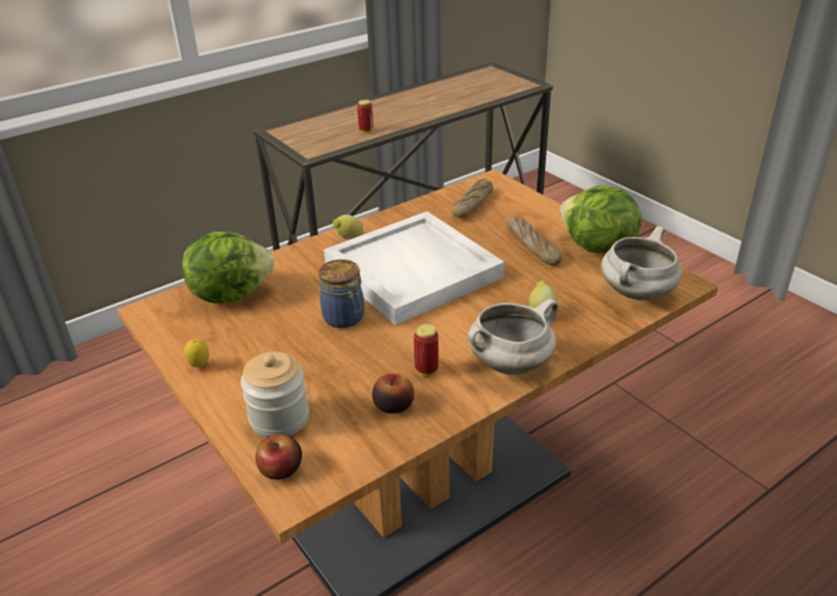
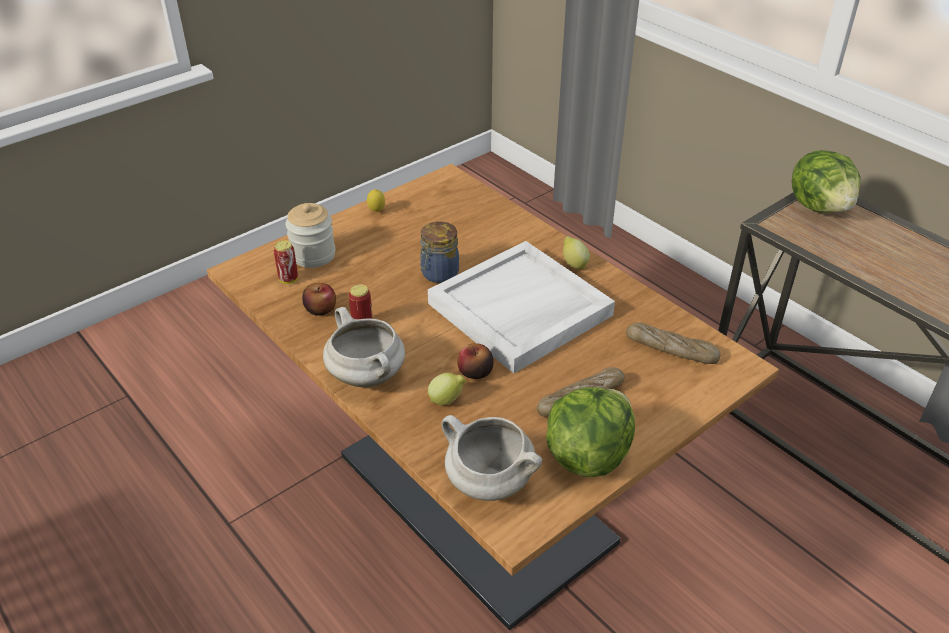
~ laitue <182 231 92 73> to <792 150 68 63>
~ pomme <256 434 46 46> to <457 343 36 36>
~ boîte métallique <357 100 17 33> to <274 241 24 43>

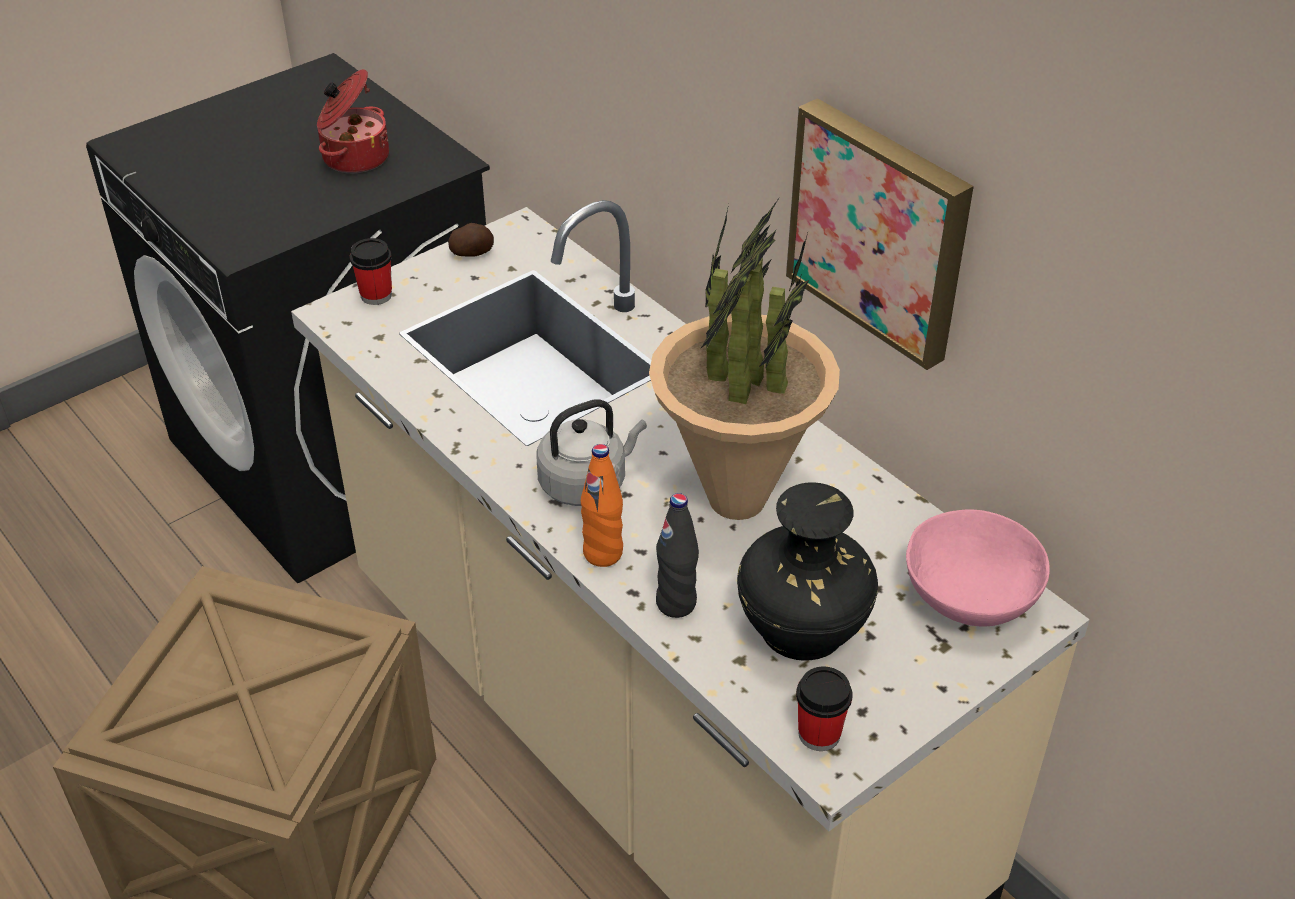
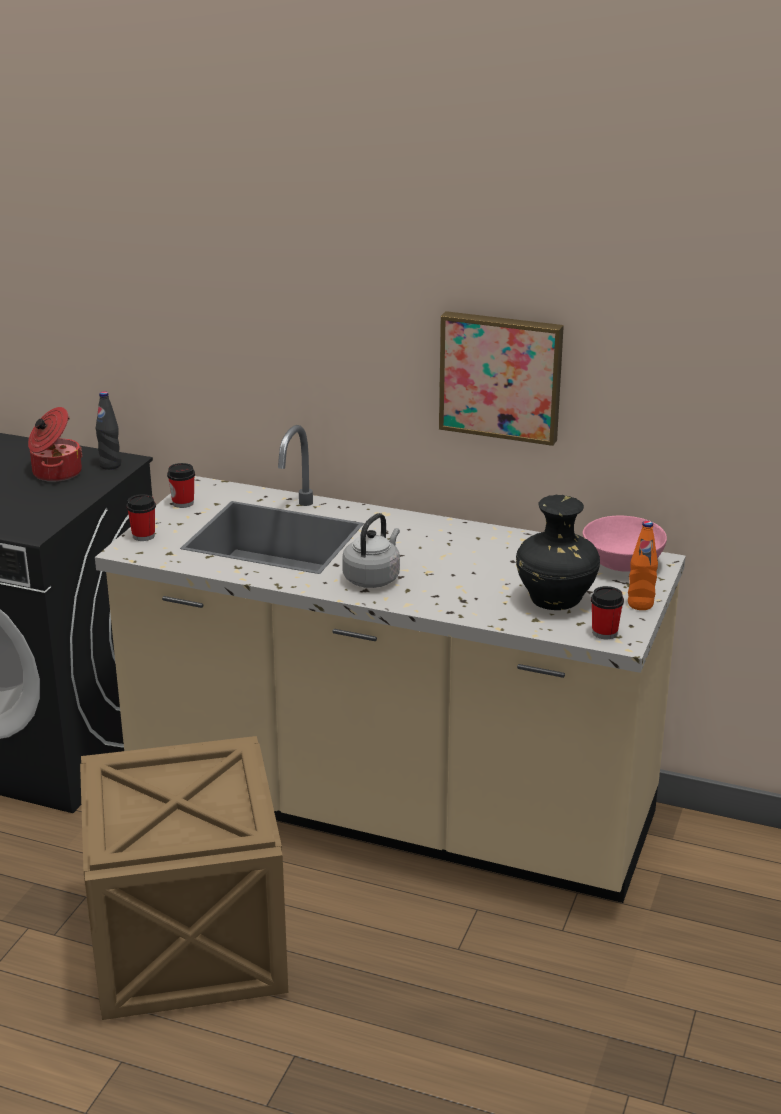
~ pomme de terre <448 223 46 33> to tasse <167 463 28 45>
~ bouteille [orange] <581 444 42 123> to <628 521 30 89>
- plante en pot <649 197 191 323>
~ bouteille [noir] <656 493 43 125> to <96 391 25 79>

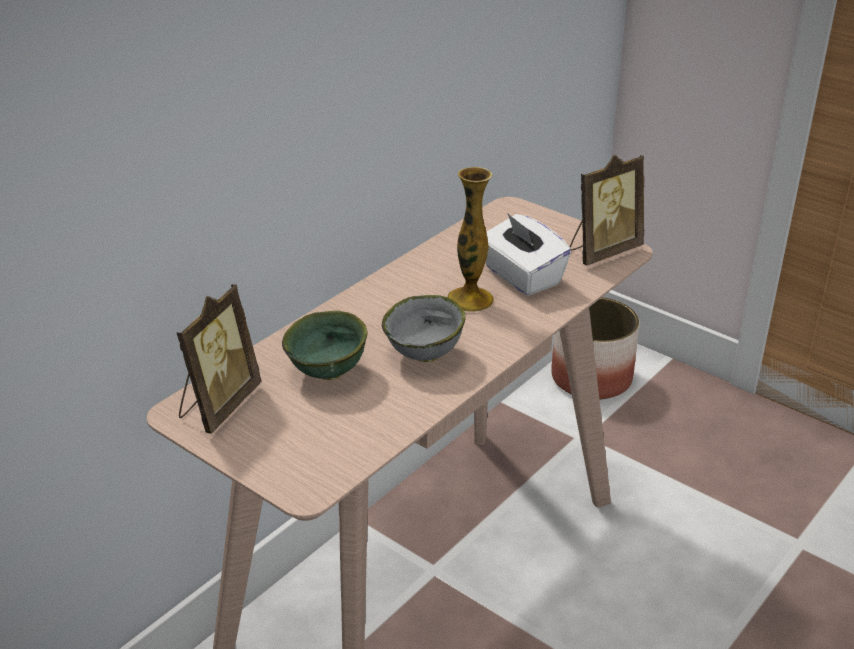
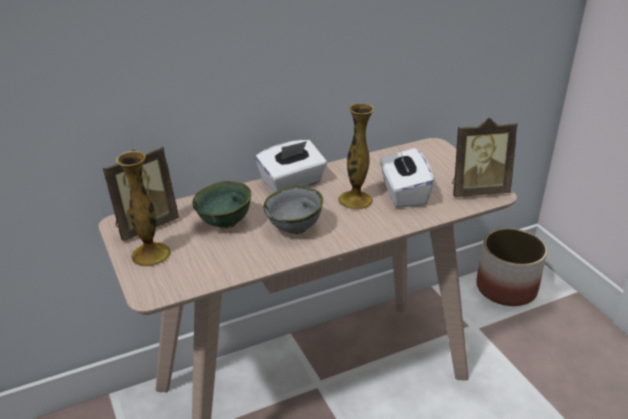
+ vase <116 151 55 116>
+ boîte à mouchoirs [blanc] <255 140 72 53>

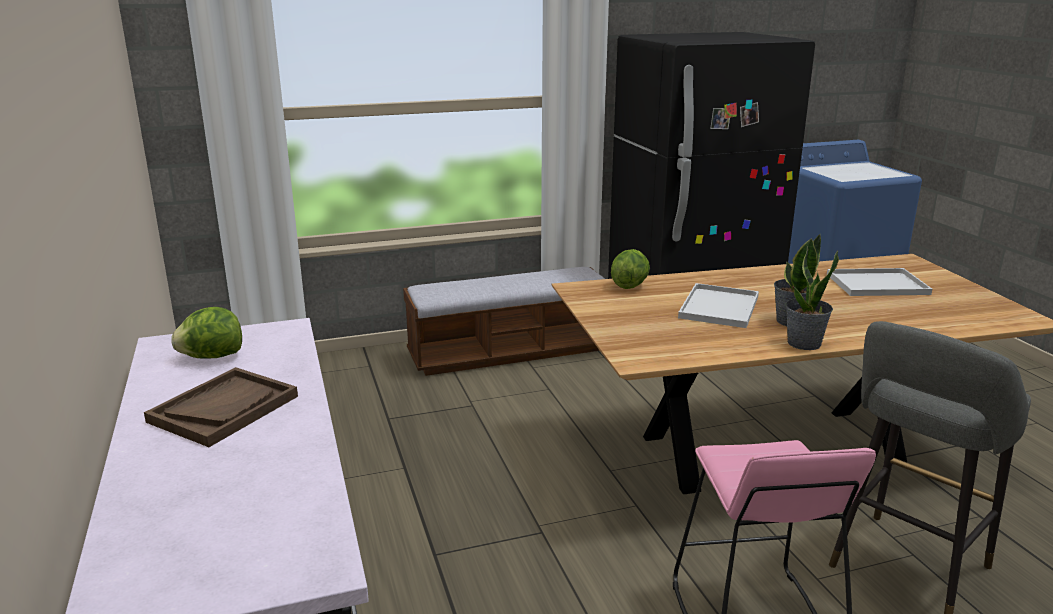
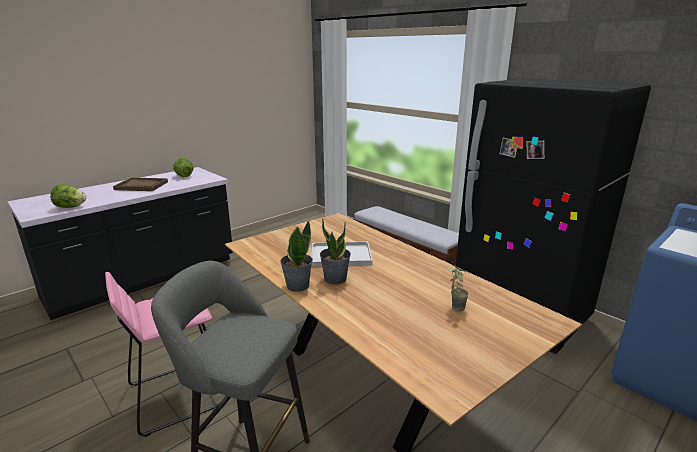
~ laitue <611 249 39 40> to <50 184 36 24>
~ plateau [blanc] <827 268 105 28> to plante en pot <449 265 21 46>

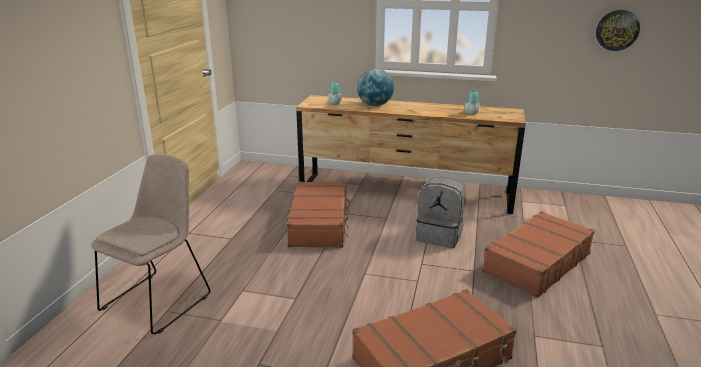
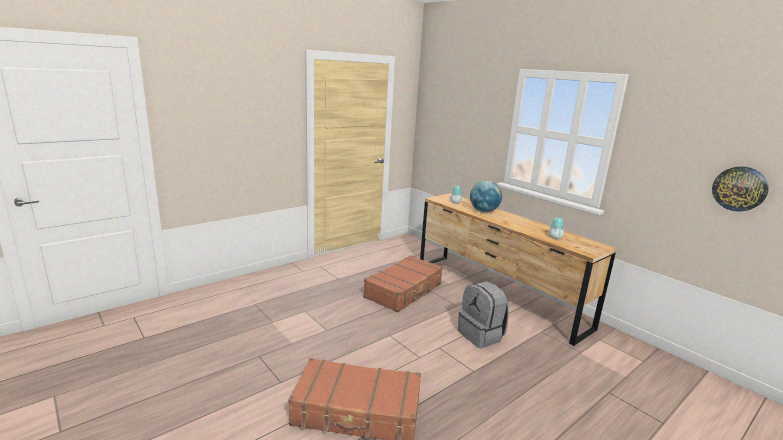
- chaise [beige] <91 154 119 180>
- valise [marron] <482 211 113 87>

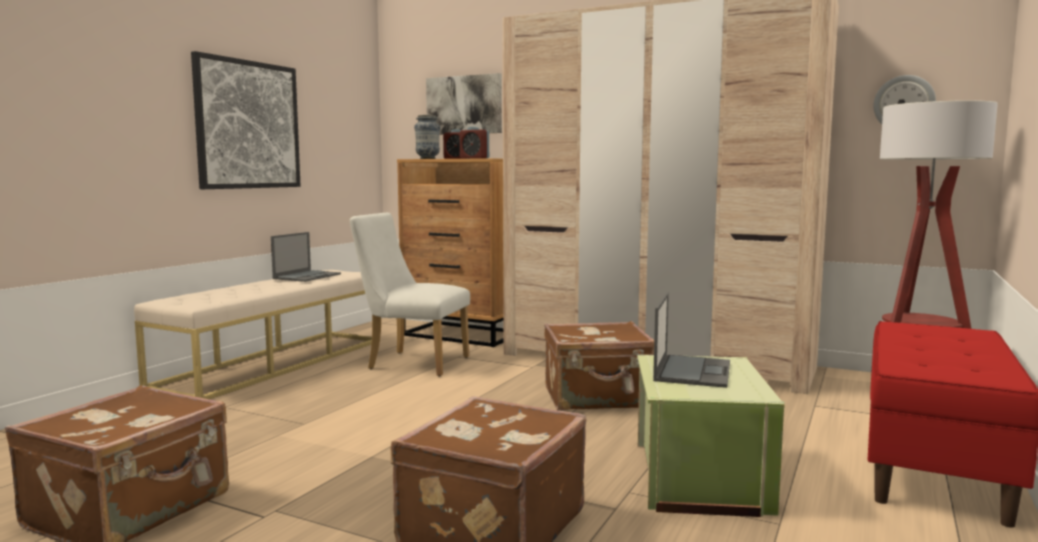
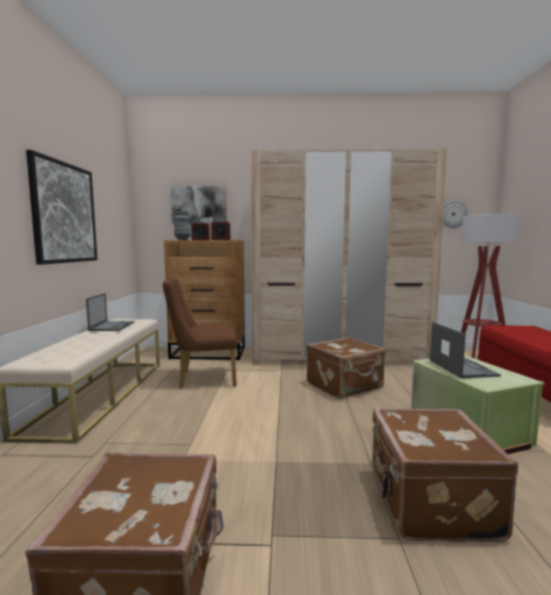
~ chaise [blanc] <350 213 120 164> to chaise [marron] <163 277 74 111>

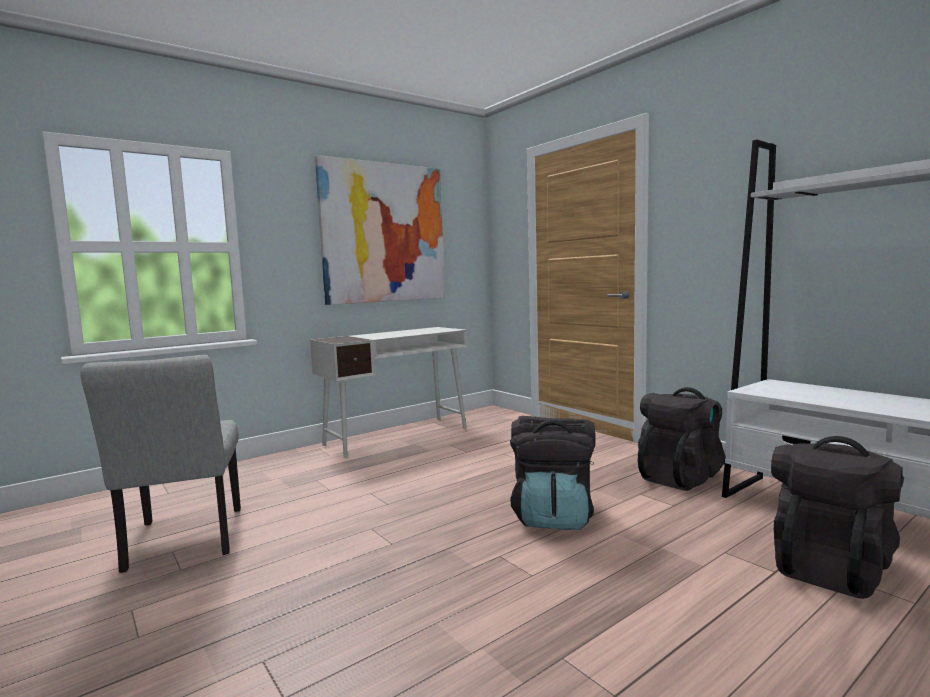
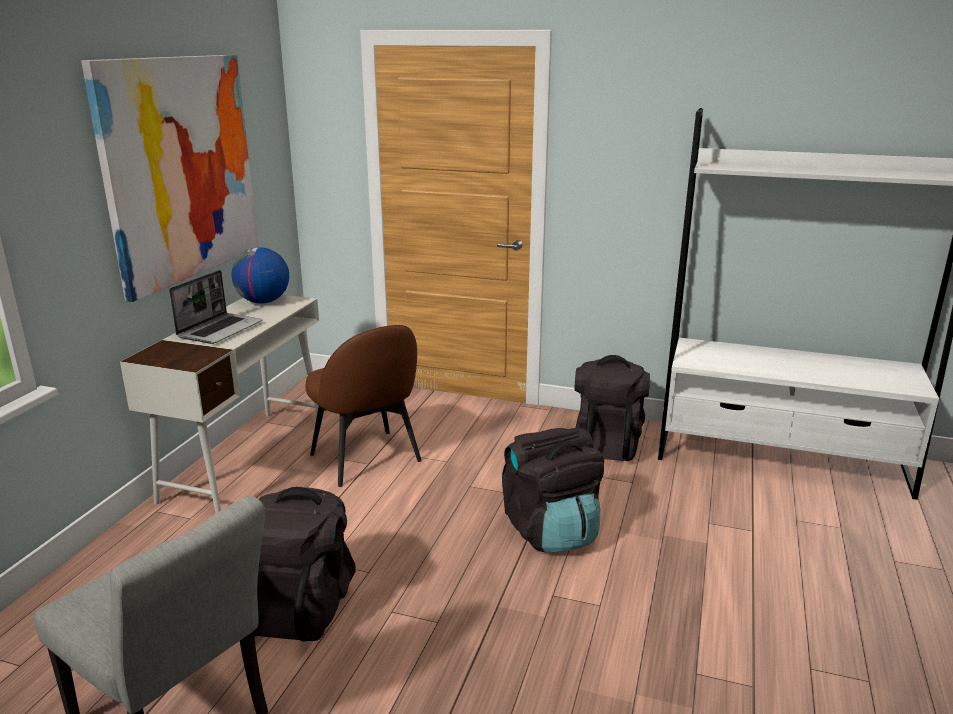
~ sac à dos [noir] <771 436 133 163> to <254 487 102 155>
+ ordinateur portable <169 270 94 74>
+ globe <231 247 58 57>
+ chaise [marron] <305 325 117 162>

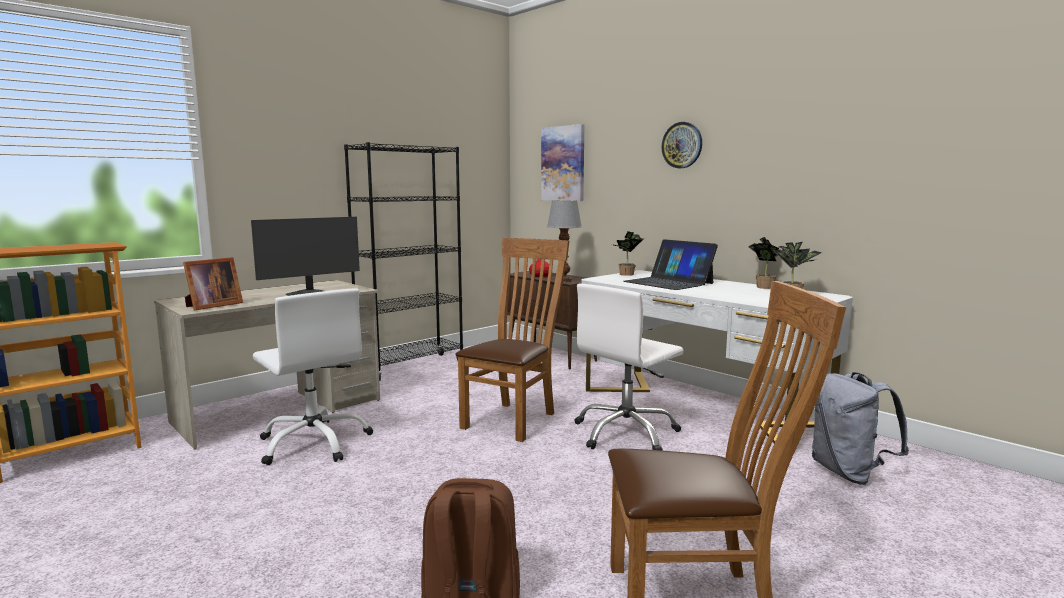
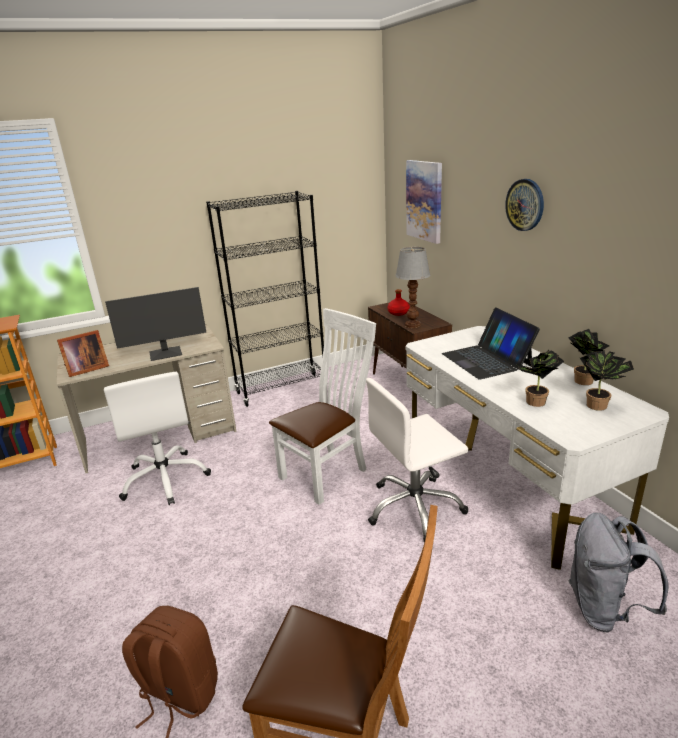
~ chaise [marron] <455 238 114 204> to chaise [blanc] <269 308 107 197>
~ plante en pot <612 231 31 45> to <517 350 47 57>

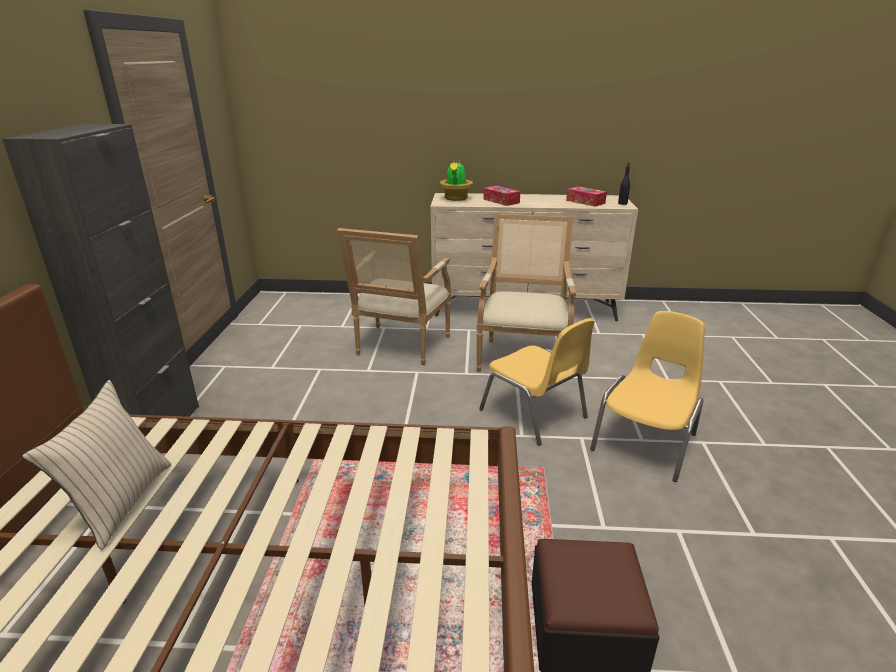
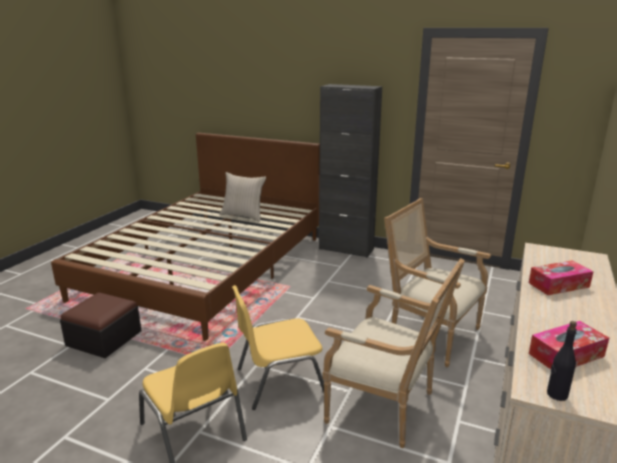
- plante en pot <440 161 33 40>

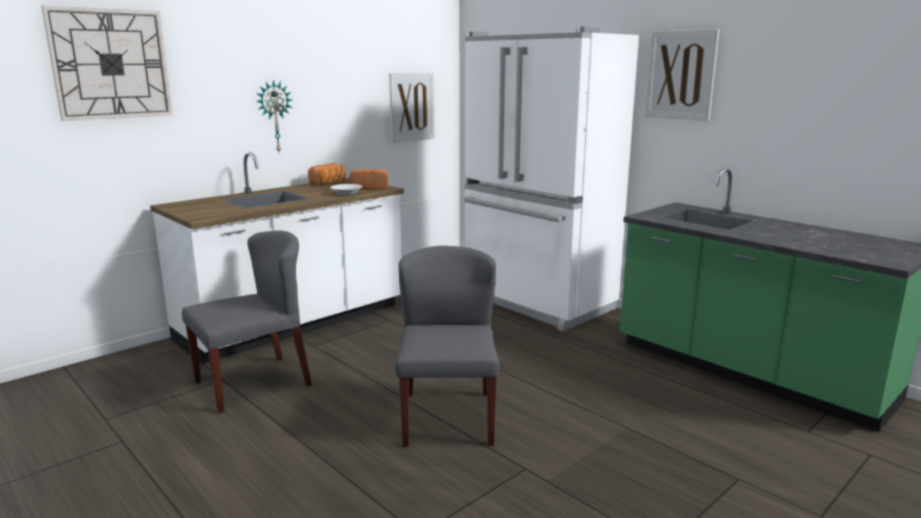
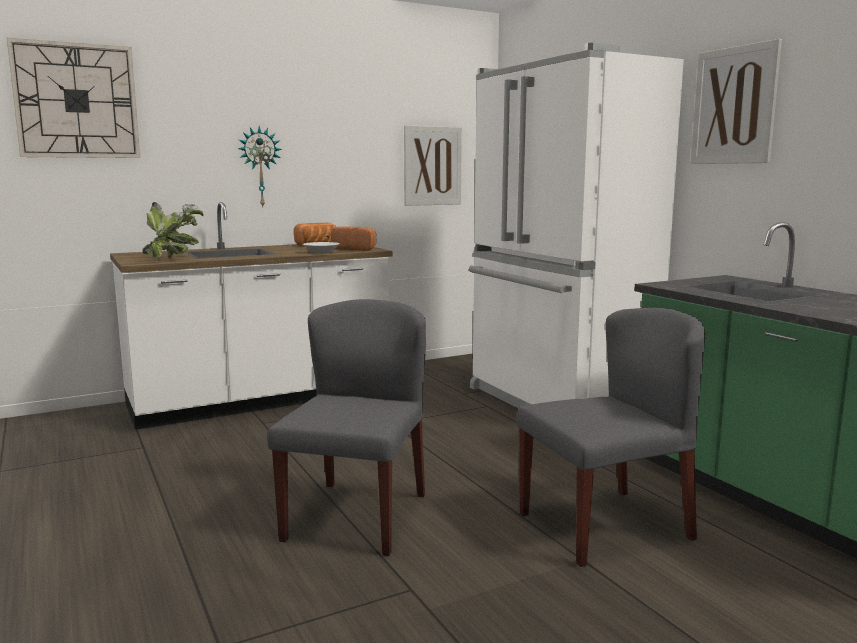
~ chaise [gris] <182 231 130 182> to <516 308 189 259>
+ plante en pot <142 202 62 57>

